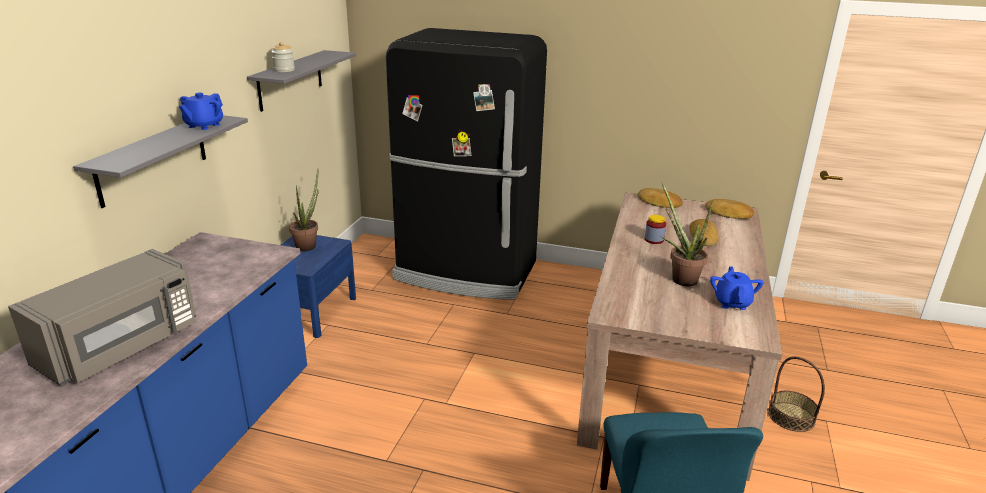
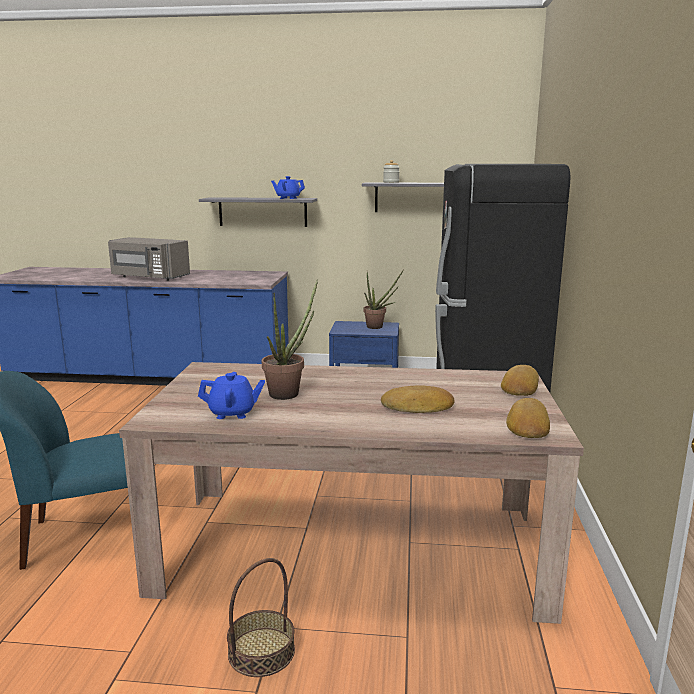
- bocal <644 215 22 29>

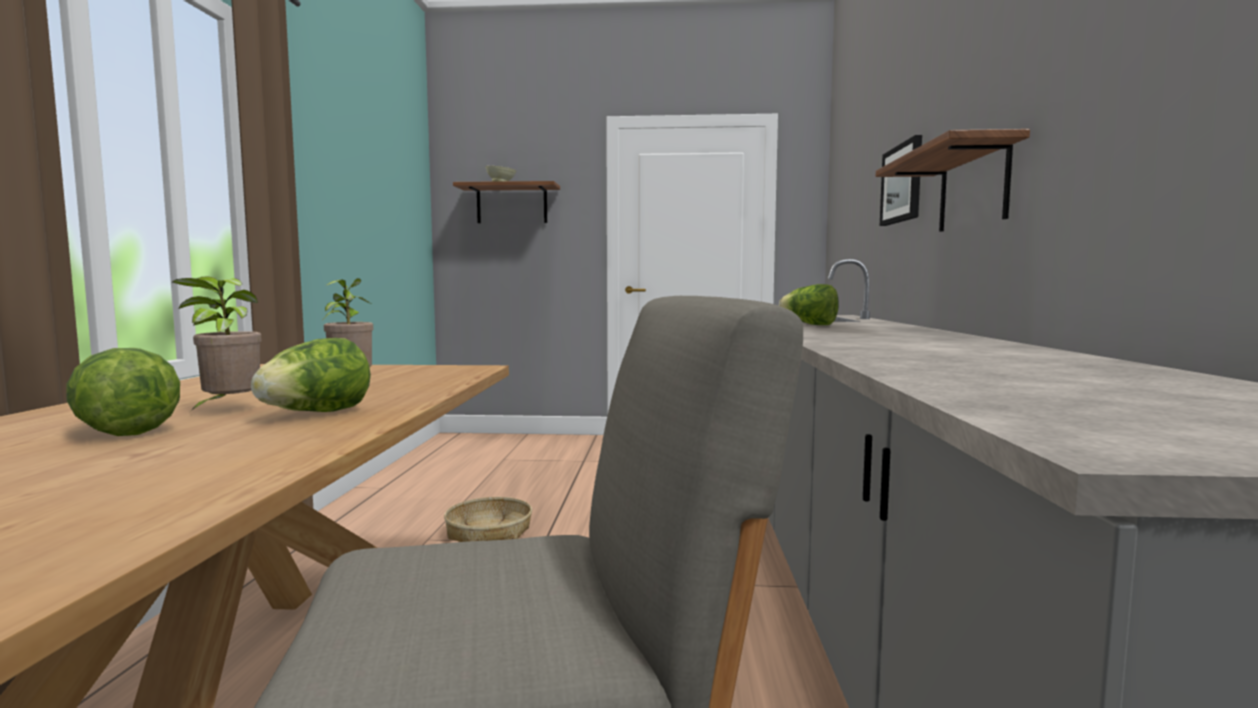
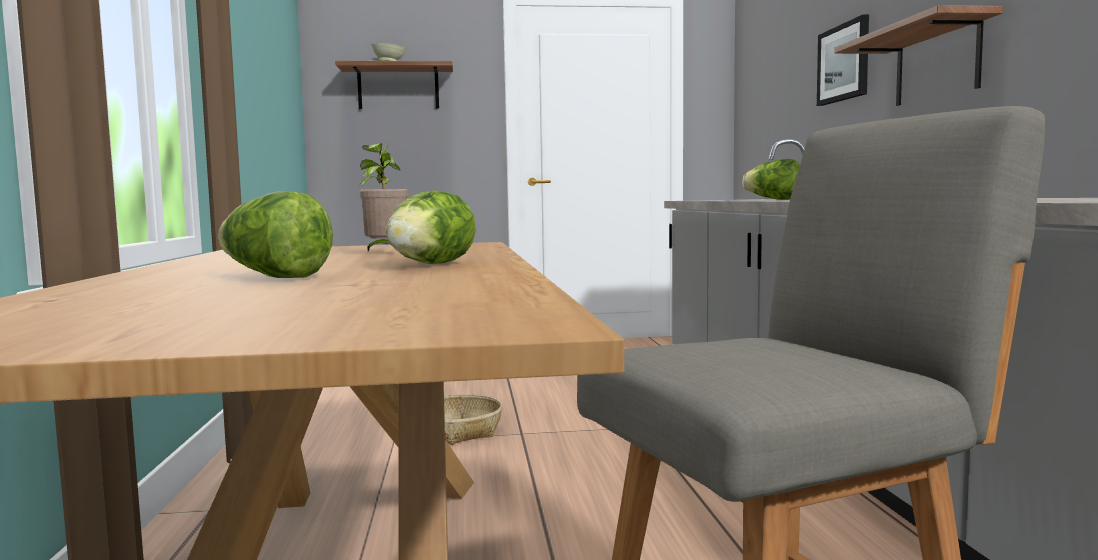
- plante en pot <172 276 89 138>

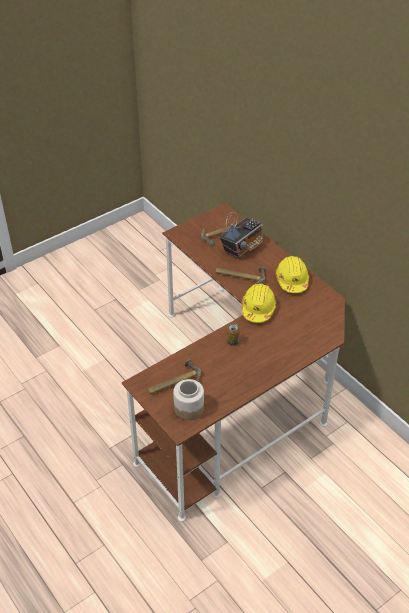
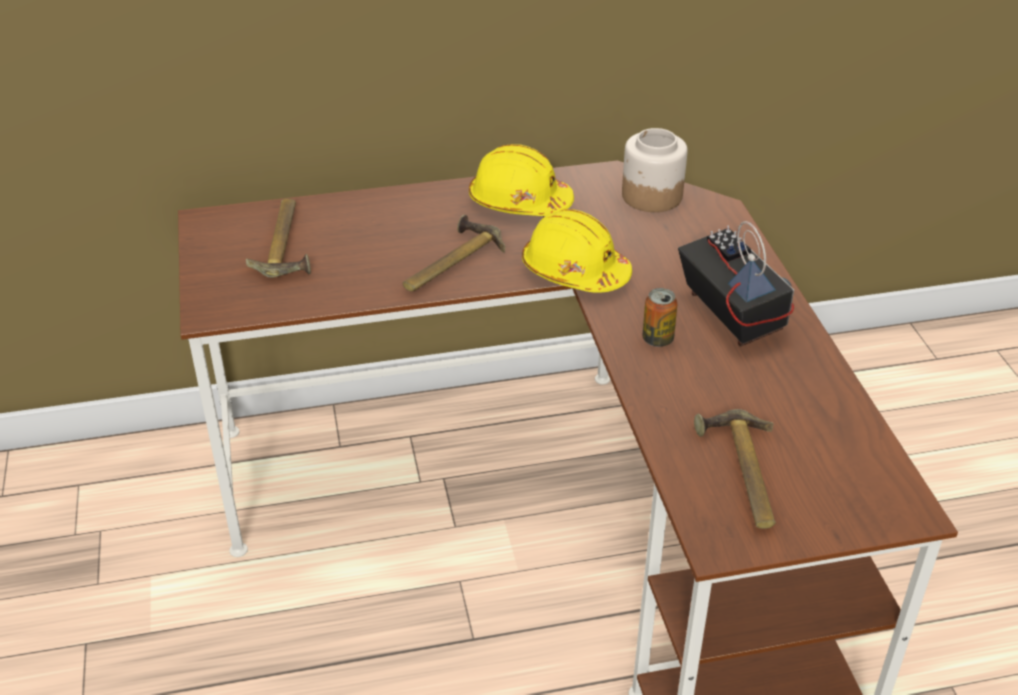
~ bocal <173 379 31 41> to <622 128 66 84>
~ radio <220 212 44 47> to <678 221 116 126>

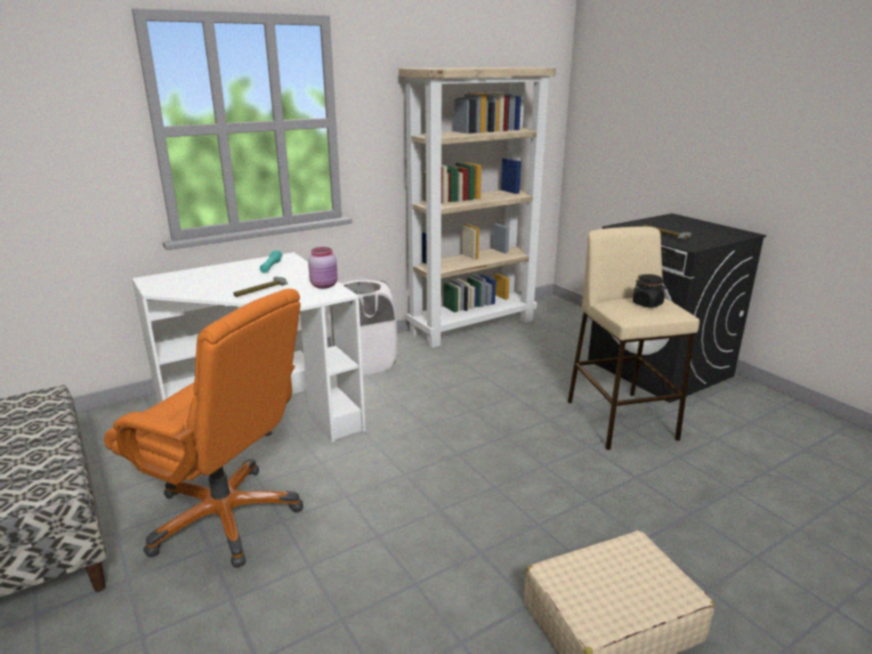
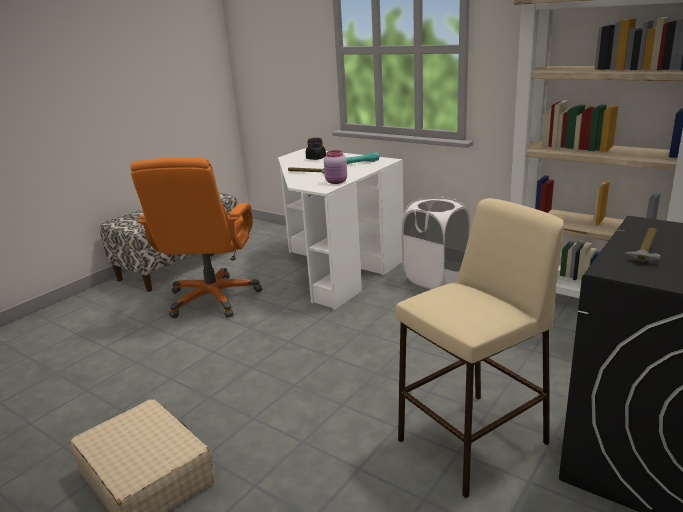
~ bocal [noir] <633 274 34 34> to <306 138 20 22>

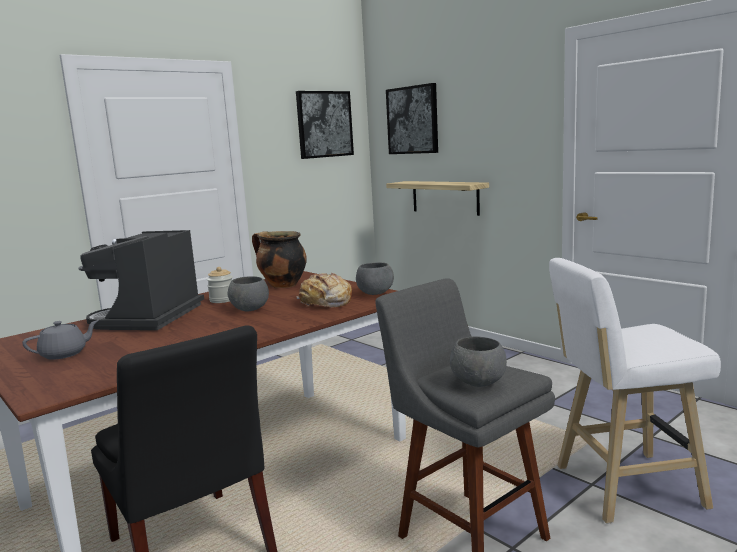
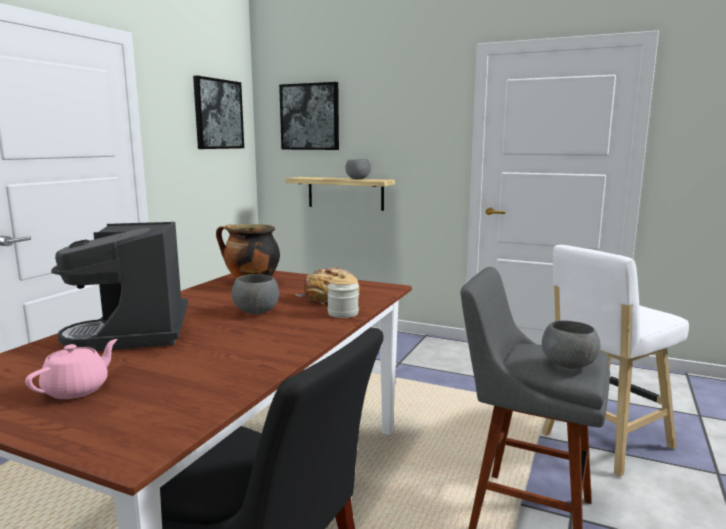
~ théière [gris] <22 320 77 40> to théière [rose] <25 339 93 60>
~ bocal <207 267 26 36> to <327 272 32 46>
~ bol [gris] <356 262 38 33> to <346 159 25 20>

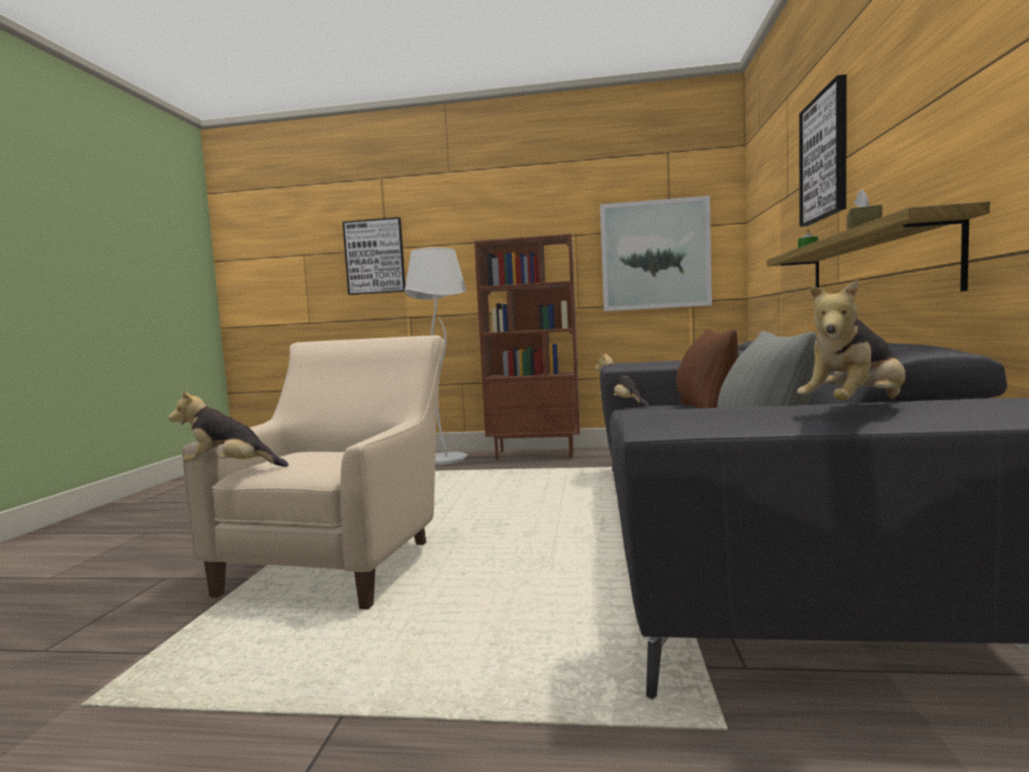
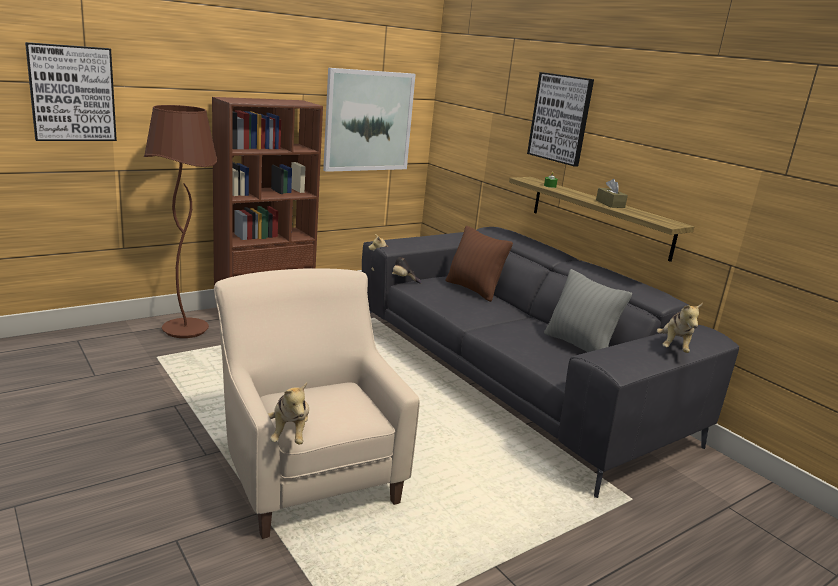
~ peluche <168 390 121 77> = <268 383 41 62> 60 degrees counterclockwise
~ lampadaire [blanc] <404 248 63 217> to lampadaire [marron] <144 105 73 233>

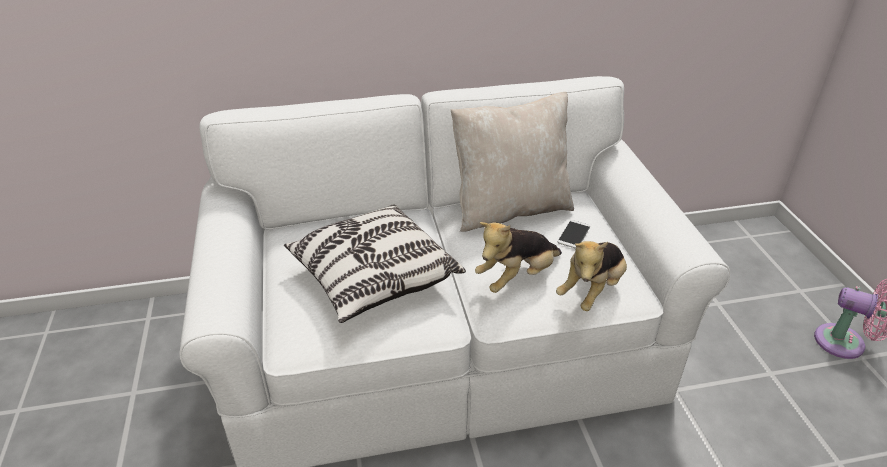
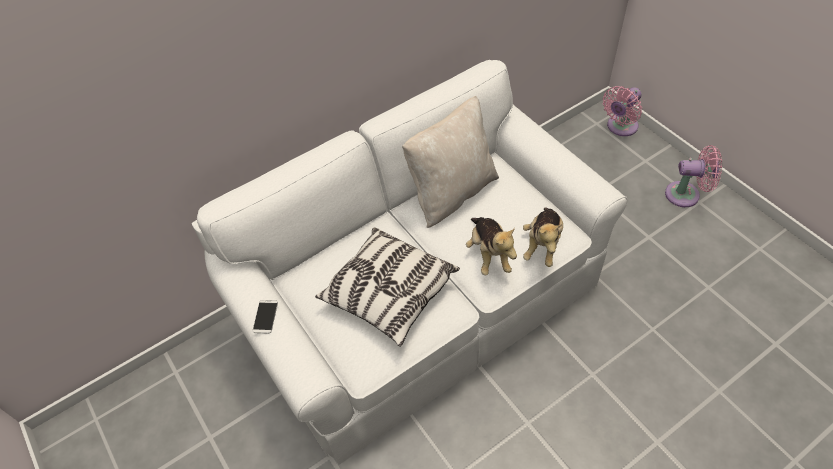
~ peluche <475 222 87 71> = <466 217 51 58> 45 degrees counterclockwise
~ téléphone <558 220 32 29> to <253 300 25 34>
+ ventilateur [rose] <603 86 39 50>

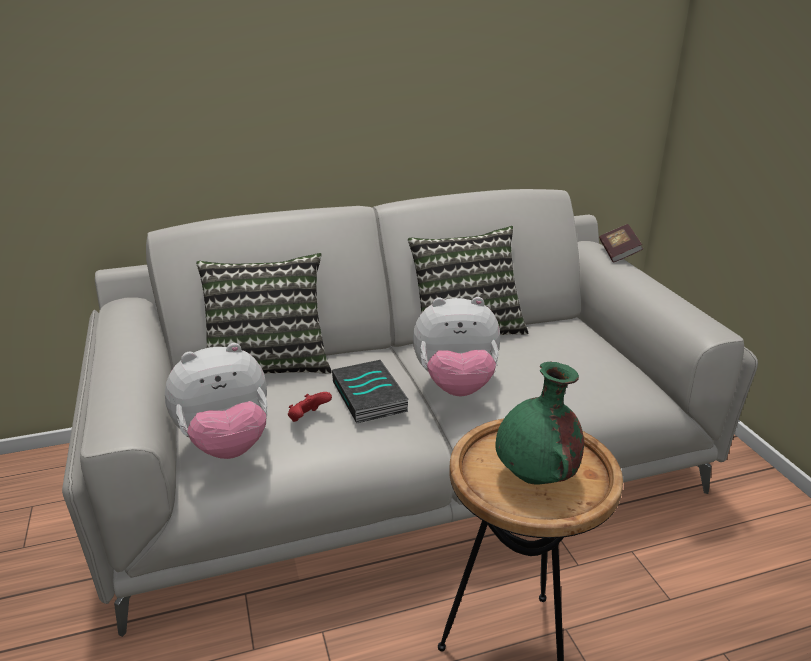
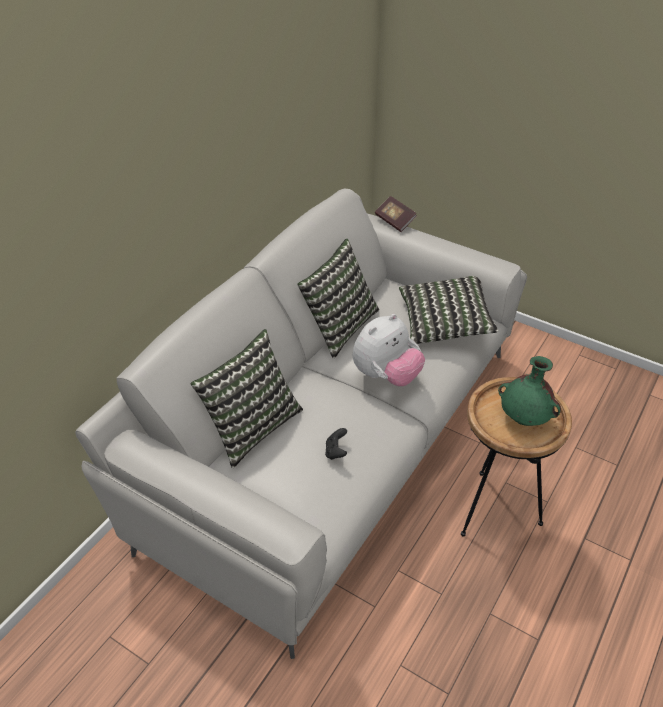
- peluche <165 343 103 116>
~ manette [rouge] <288 392 44 30> to manette [noir] <325 428 22 32>
- livre <332 360 77 63>
+ coussin <399 276 100 68>

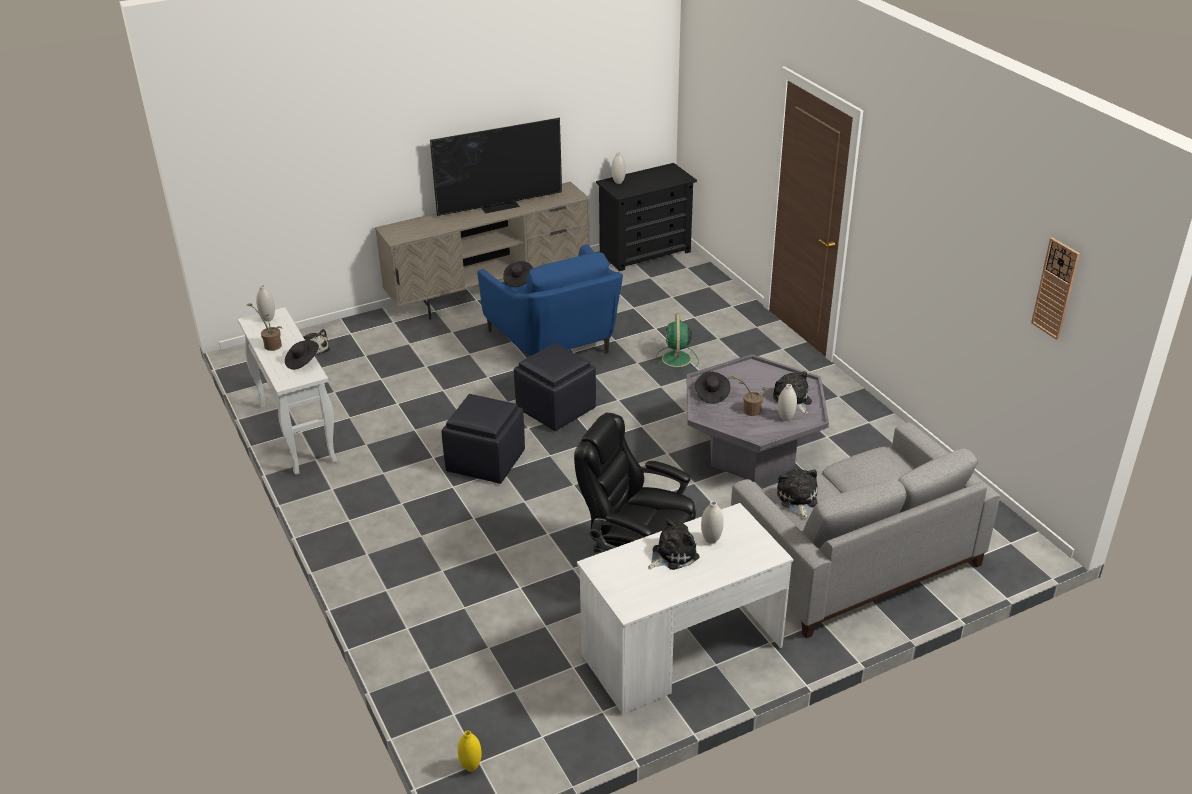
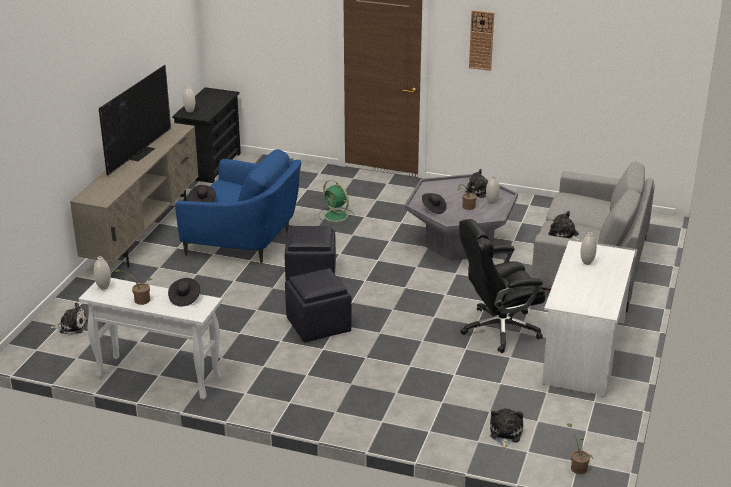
~ vase [jaune] <458 731 23 41> to plante en pot <567 423 26 51>
~ peluche <648 518 51 52> to <490 409 33 41>
~ horloge murale <1031 238 49 102> to <469 10 25 61>

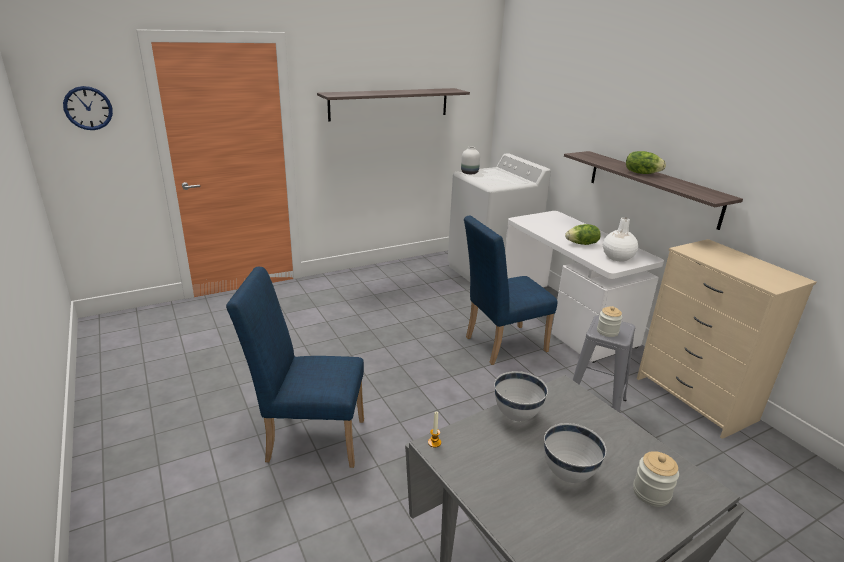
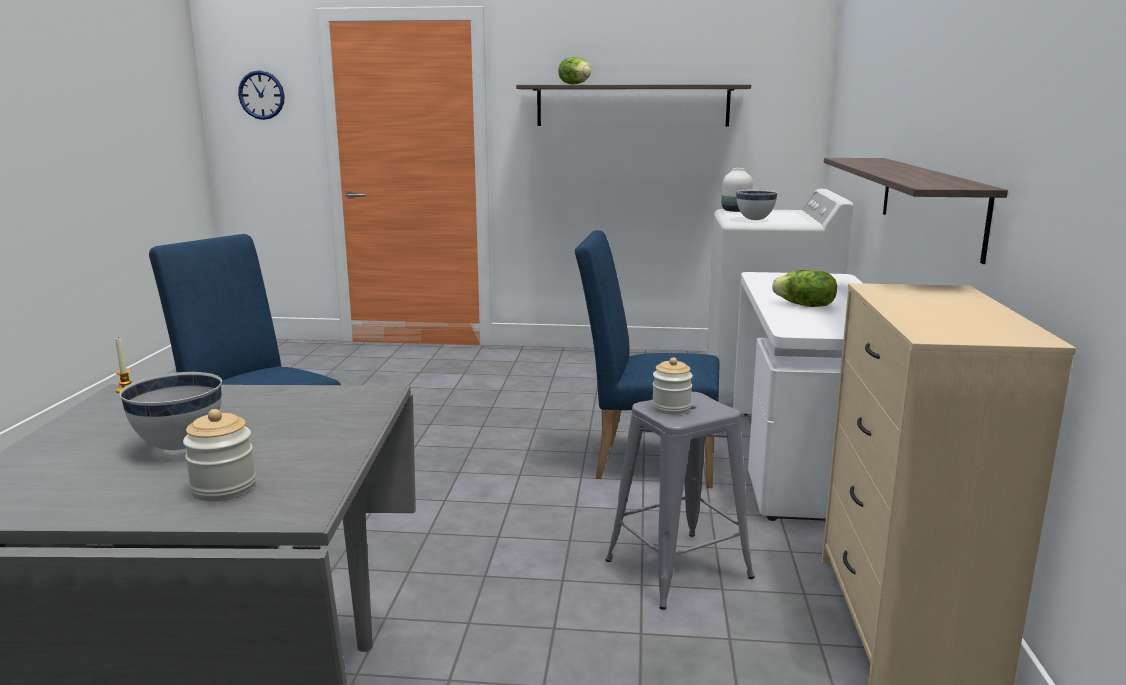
~ bol [blanc] <494 371 54 50> to <736 189 42 31>
- vase [blanc] <603 217 35 45>
~ laitue <626 151 40 23> to <558 57 33 28>

